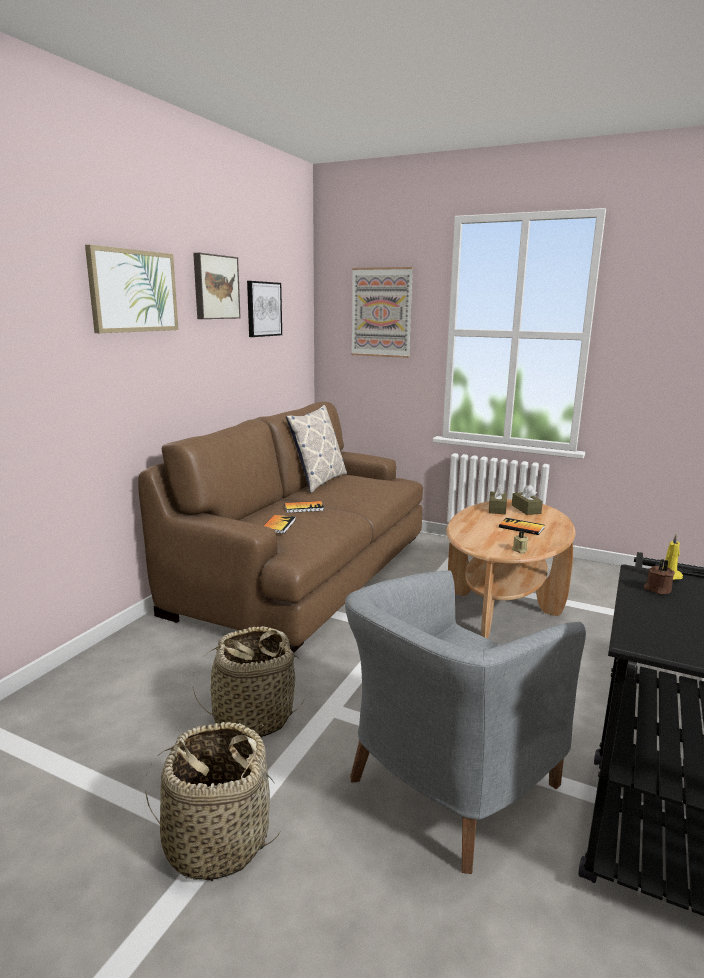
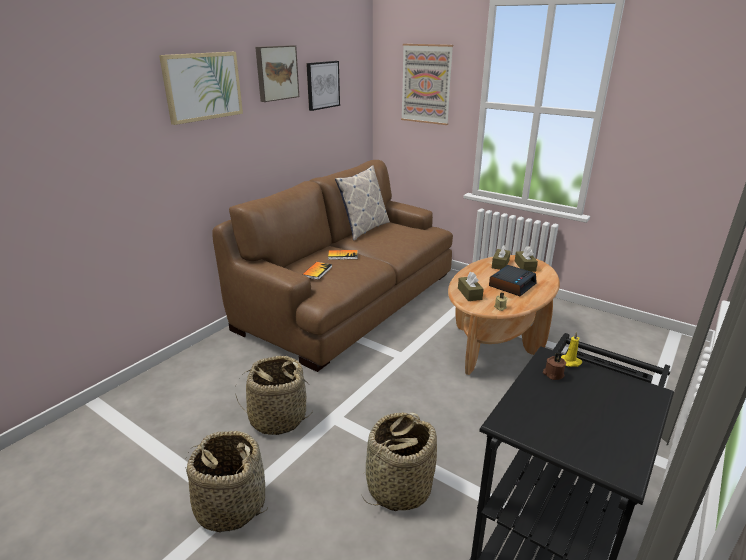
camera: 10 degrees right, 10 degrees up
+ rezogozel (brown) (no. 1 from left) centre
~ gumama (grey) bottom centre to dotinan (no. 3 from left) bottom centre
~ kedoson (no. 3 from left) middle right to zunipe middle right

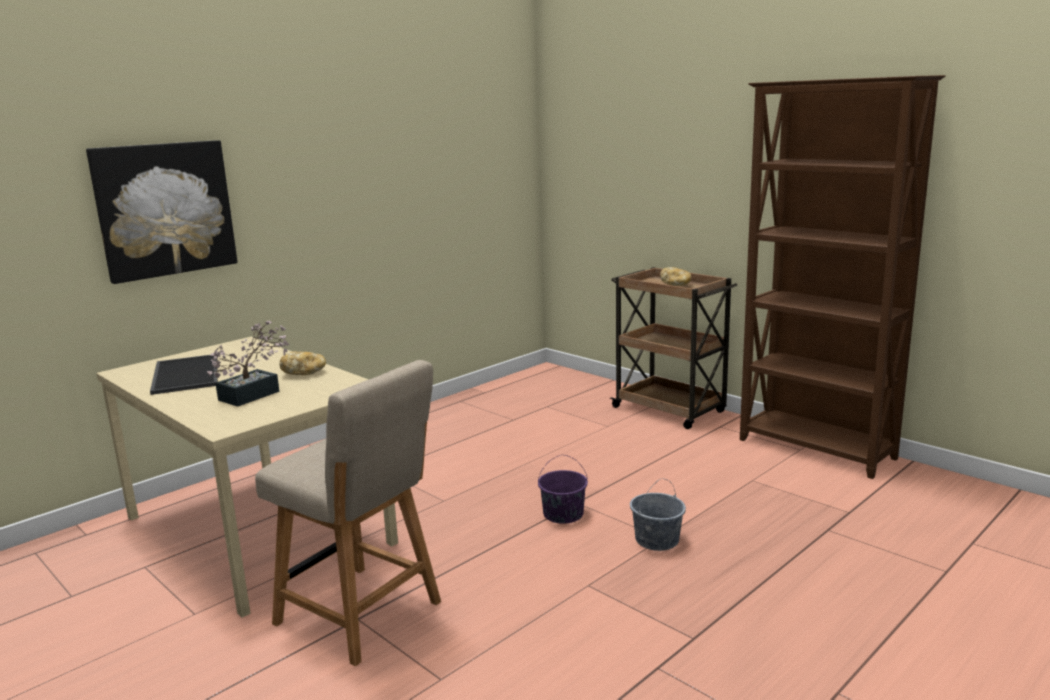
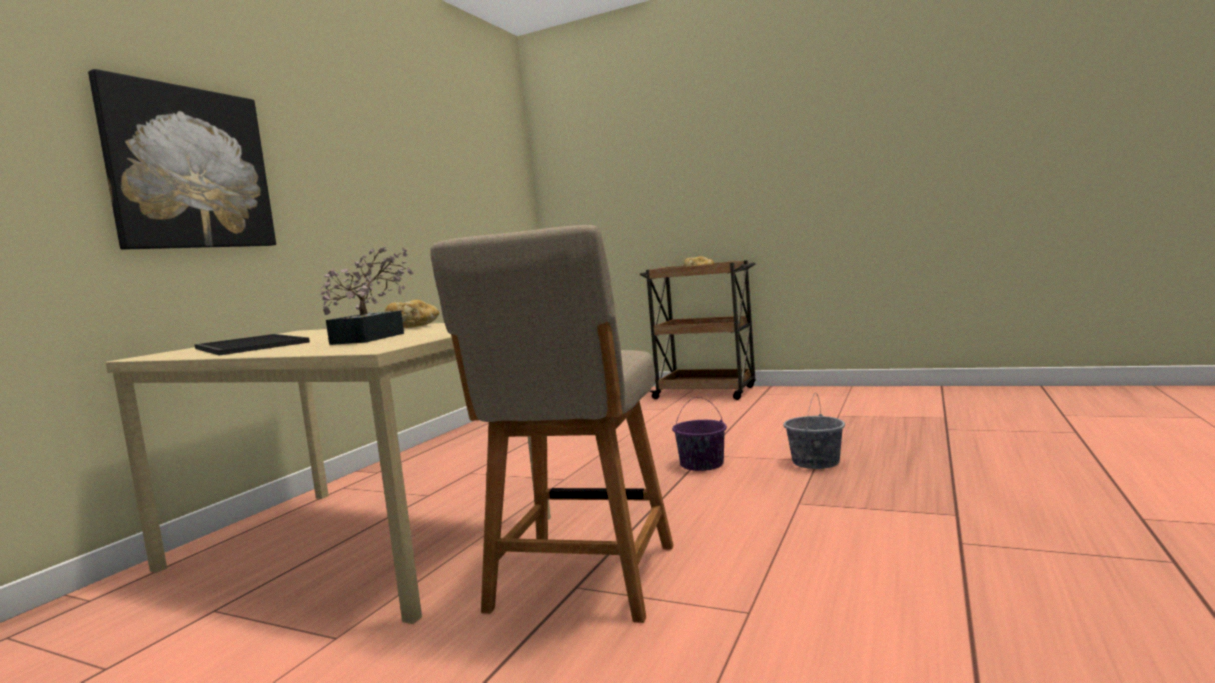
camera: 20 degrees left, 10 degrees down
- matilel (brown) middle right
~ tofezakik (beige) bottom left = centre 90 degrees clockwise

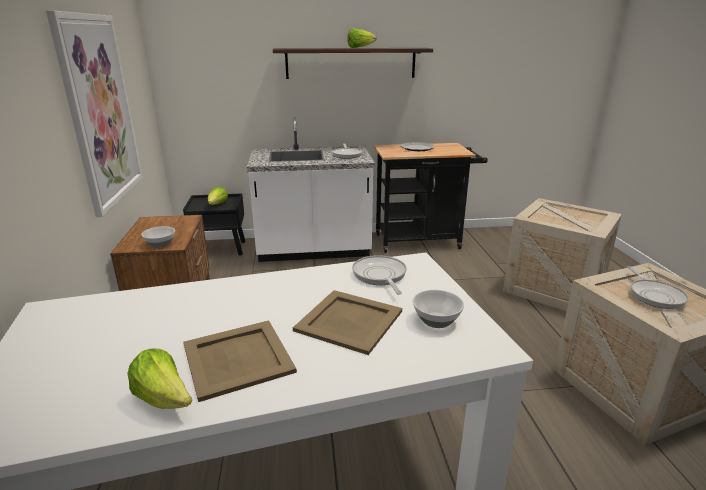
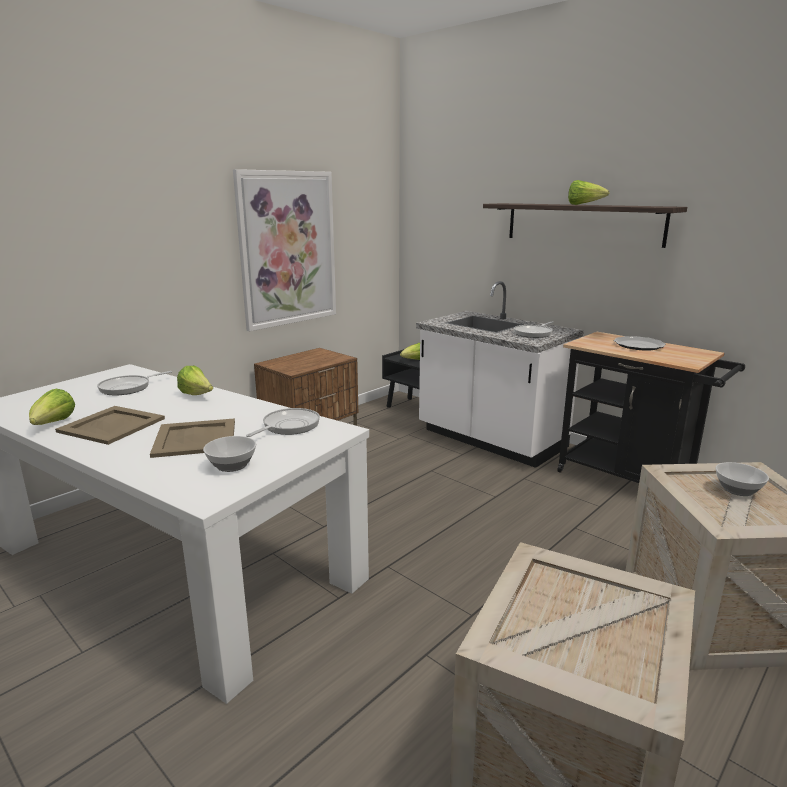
camera: 50 degrees right, 5 degrees down
+ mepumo (no. 2 from left) middle left
~ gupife (no. 1 from left in the first image) middle left to gupife (no. 2 from left) middle right
~ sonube (no. 3 from left in the first image) middle right to sonube (no. 1 from left) middle left

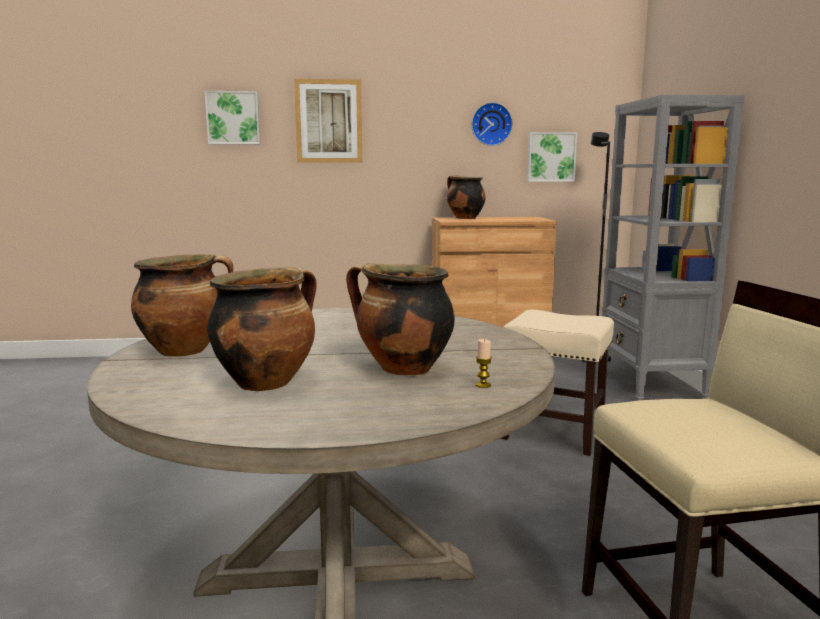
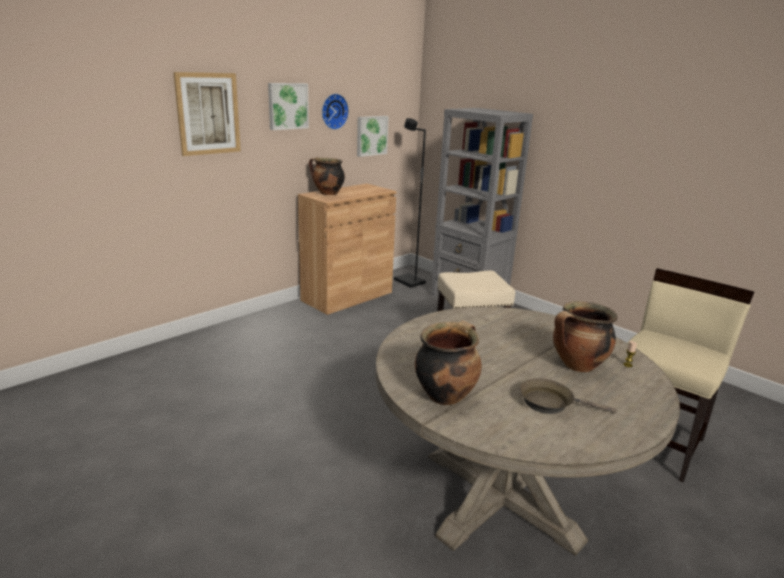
camera: 40 degrees left, 10 degrees up
~ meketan (no. 1 from left in the first image) top left to meketan (no. 2 from left) top centre
~ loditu (no. 2 from left) middle left to sonube (brown) bottom right

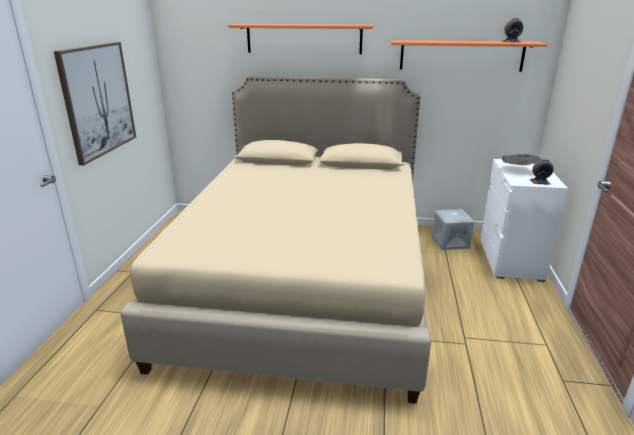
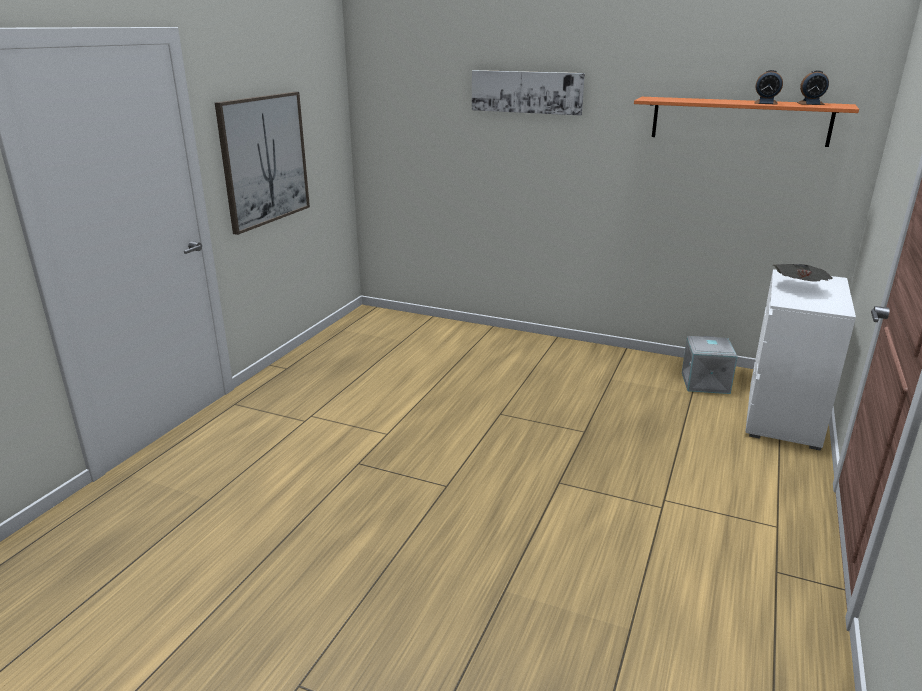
camera: 15 degrees right, 0 degrees up
- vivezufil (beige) centre
~ zunipe (no. 2 from left in the first image) middle right to zunipe (no. 1 from left) top right
~ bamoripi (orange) (no. 1 from left) top centre to meketan (no. 2 from left) top centre

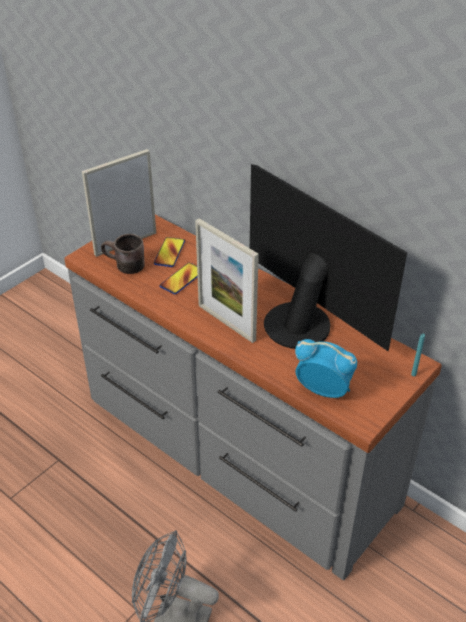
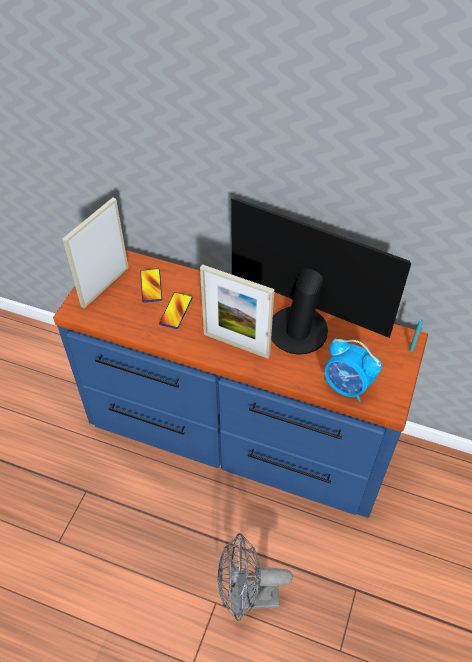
camera: 20 degrees left, 10 degrees up
- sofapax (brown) middle left
~ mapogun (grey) centre to mapogun (blue) centre
~ zunipe middle right = middle right 150 degrees counterclockwise

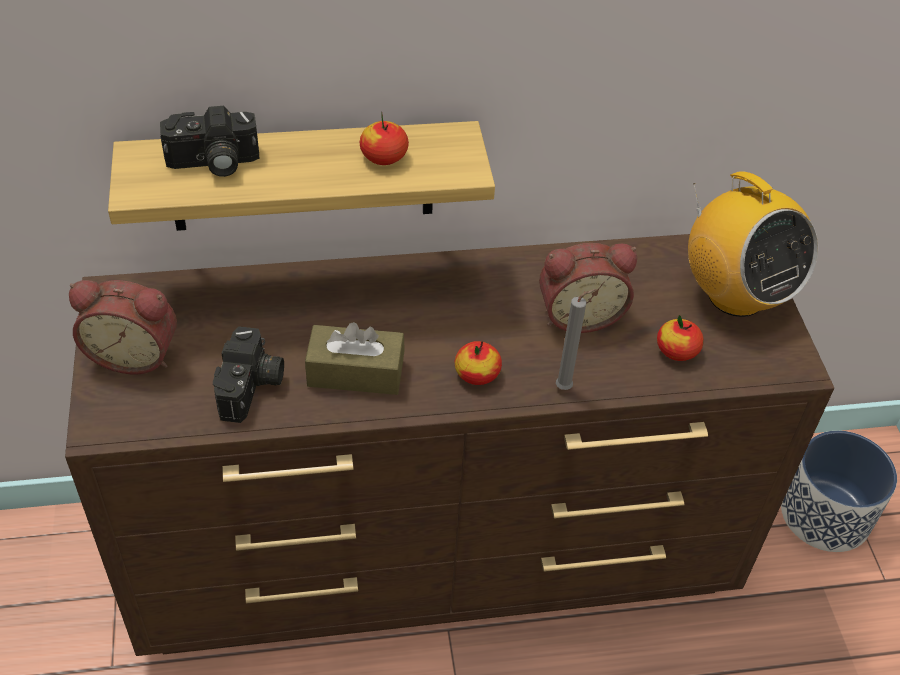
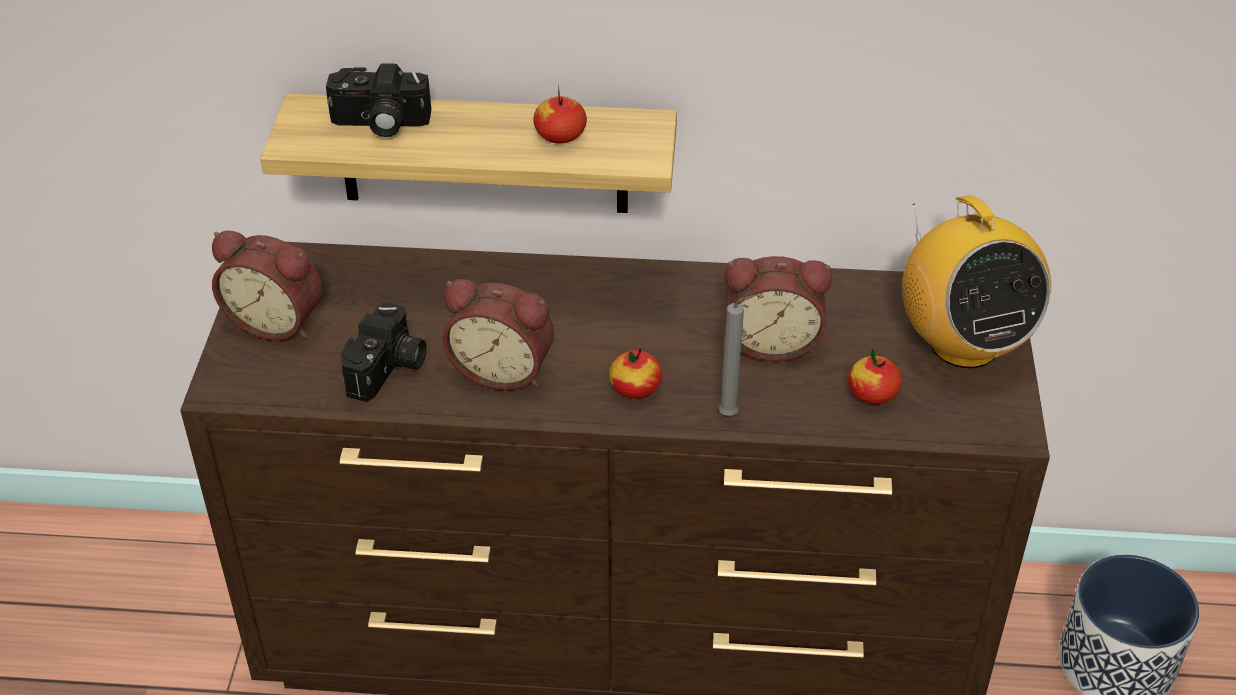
camera: 15 degrees right, 5 degrees down
~ rezogozel (brown) centre to zunipe (no. 2 from left) centre

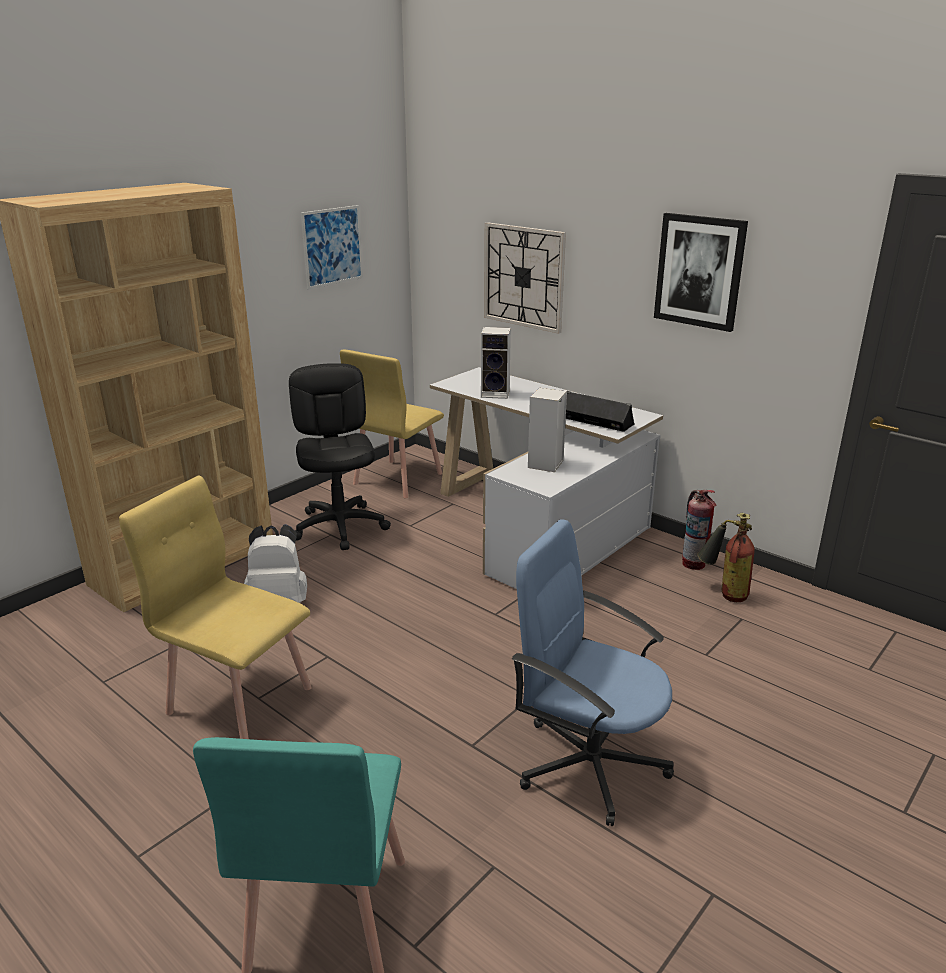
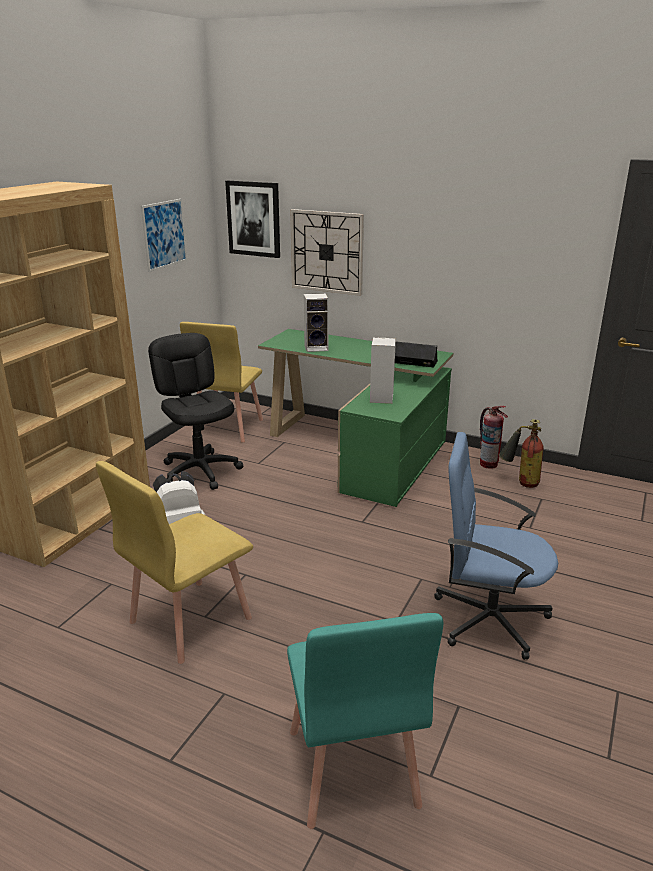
camera: 15 degrees left, 0 degrees up
~ meketan (no. 2 from left) top right to top centre
~ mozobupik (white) centre to mozobupik (green) centre
~ tofezakik (yellow) (no. 1 from left) middle left = middle left 60 degrees counterclockwise

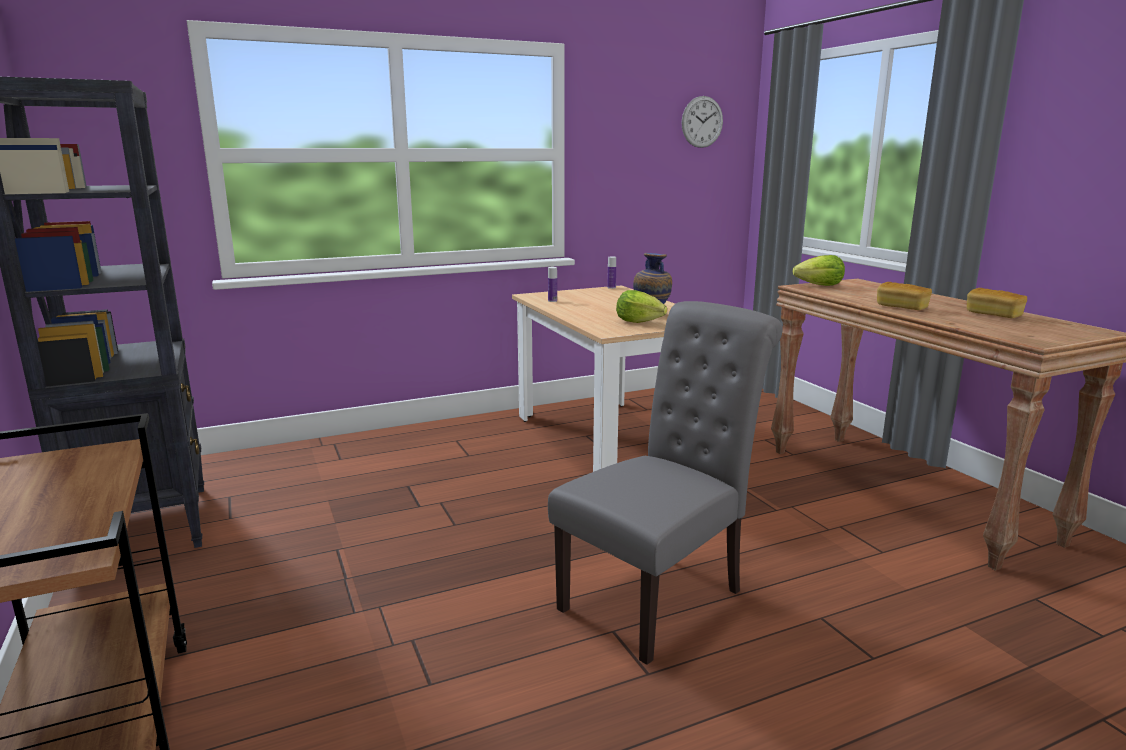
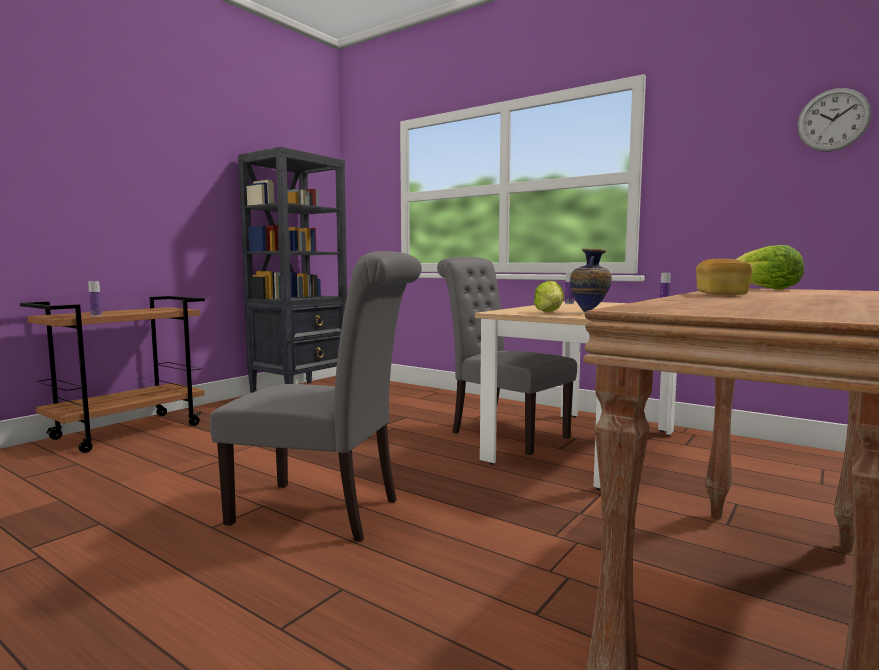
camera: 60 degrees right, 10 degrees down
- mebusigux (no. 2 from left) middle right
+ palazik (no. 1 from left) middle left
+ tofezakik (grey) (no. 2 from left) centre

